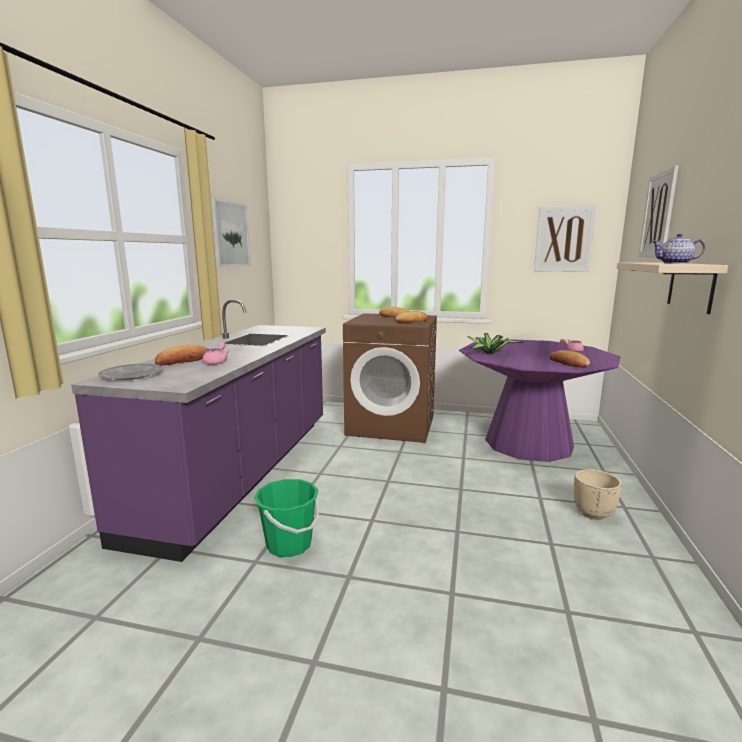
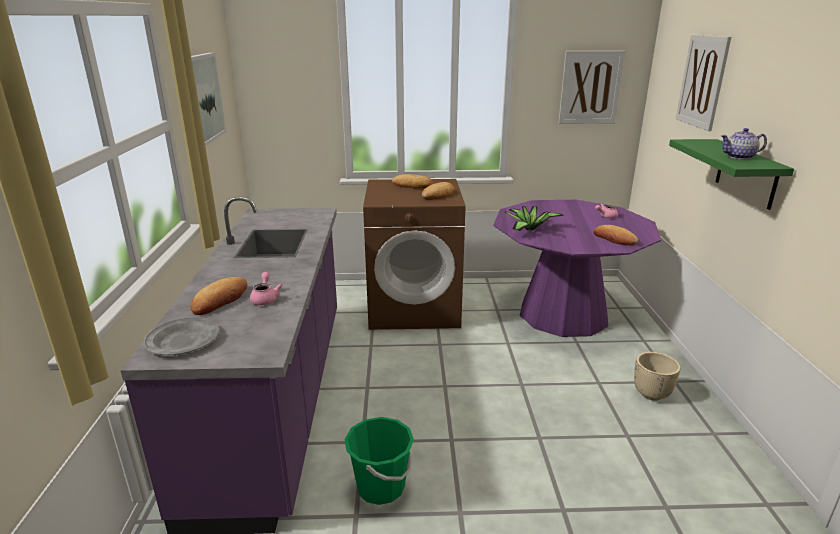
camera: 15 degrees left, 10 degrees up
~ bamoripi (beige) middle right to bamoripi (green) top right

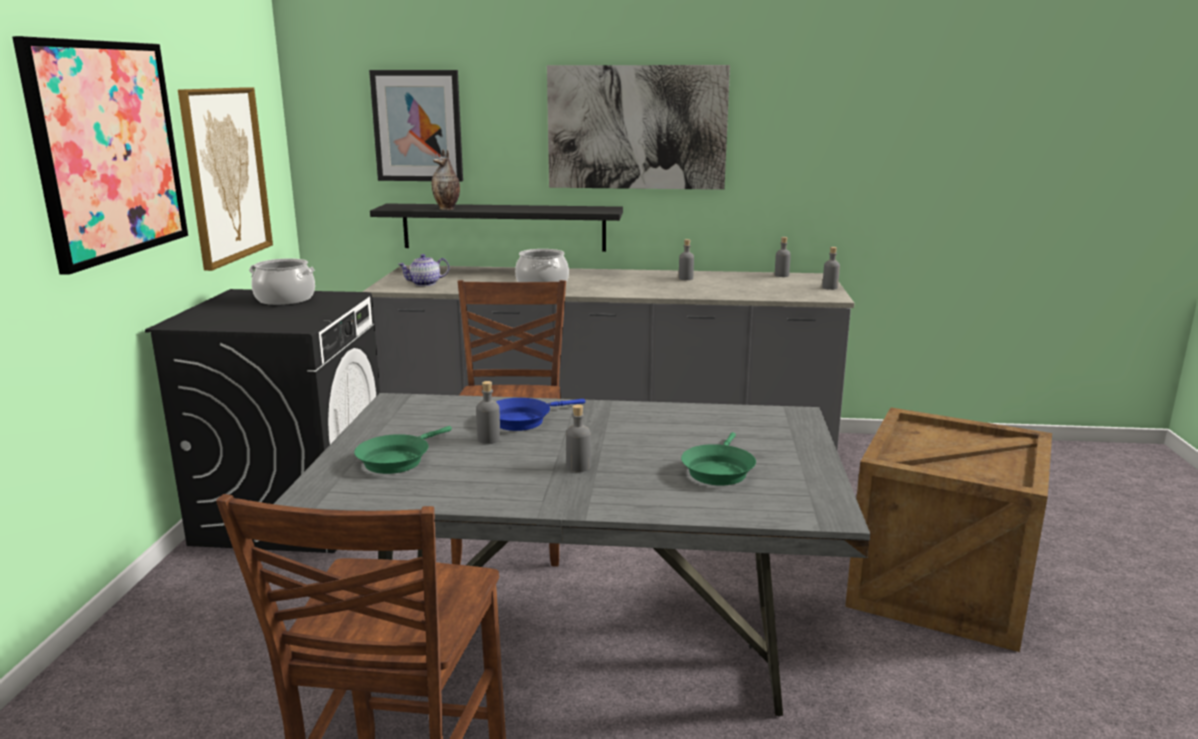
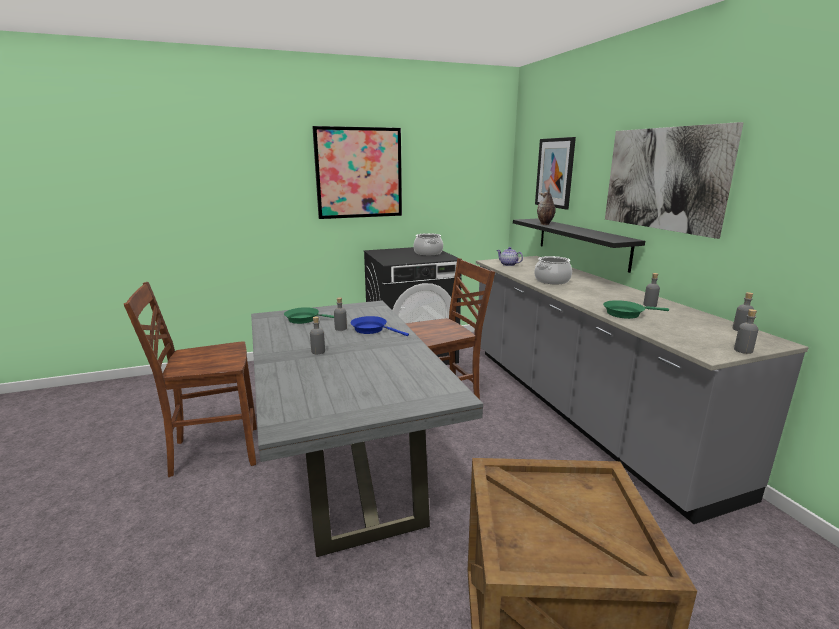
camera: 65 degrees right, 0 degrees up
- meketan (no. 2 from left) top left
~ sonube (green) (no. 2 from left) centre to middle right

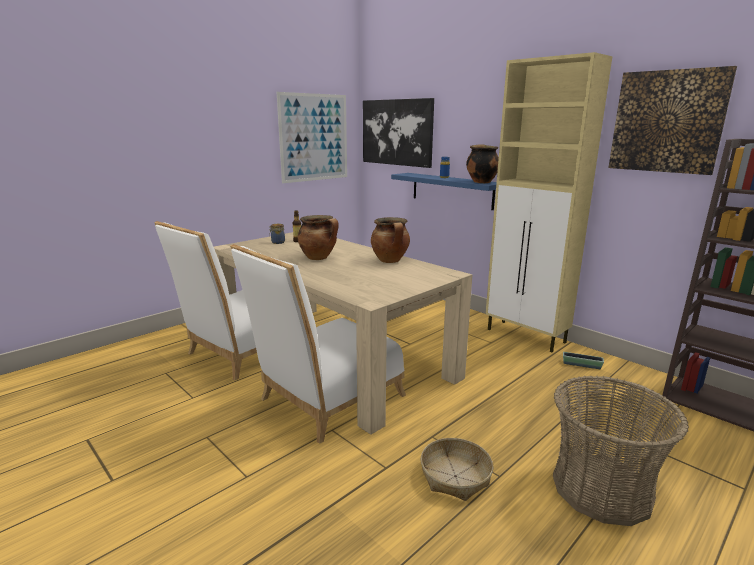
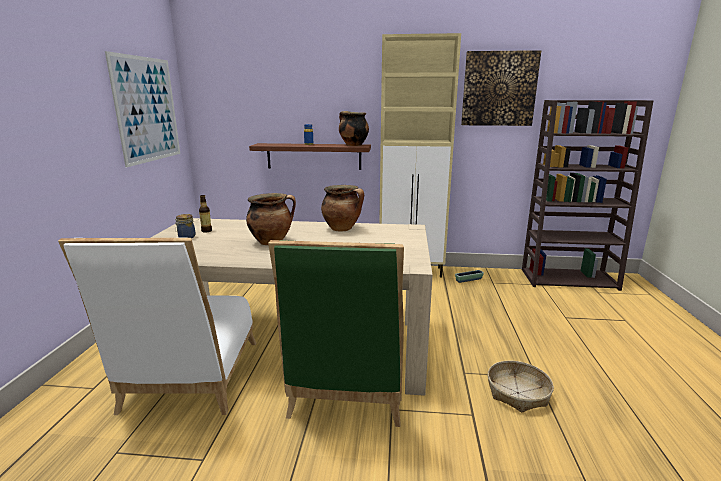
camera: 40 degrees left, 0 degrees up
- meketan (no. 2 from left) top centre
- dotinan (no. 2 from left) bottom right
~ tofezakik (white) (no. 2 from left) centre to tofezakik (green) bottom centre
~ bamoripi (blue) centre to bamoripi (brown) top centre

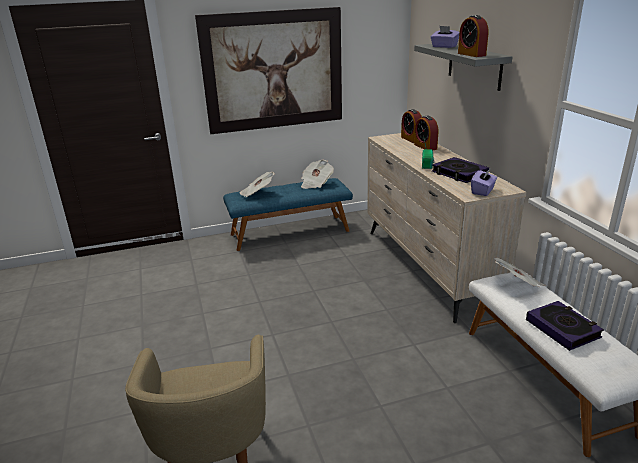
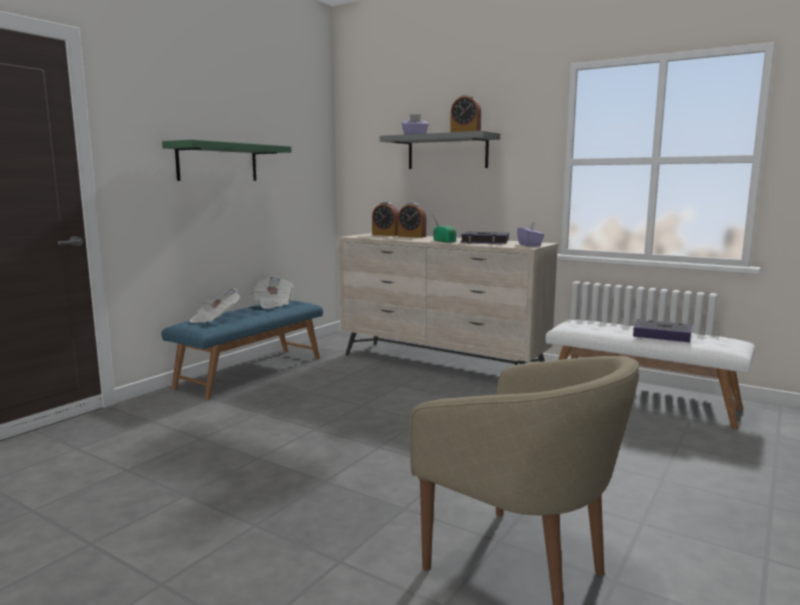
camera: 40 degrees left, 15 degrees down
- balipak (no. 3 from left) middle right
~ meketan top centre to bamoripi (green) top left

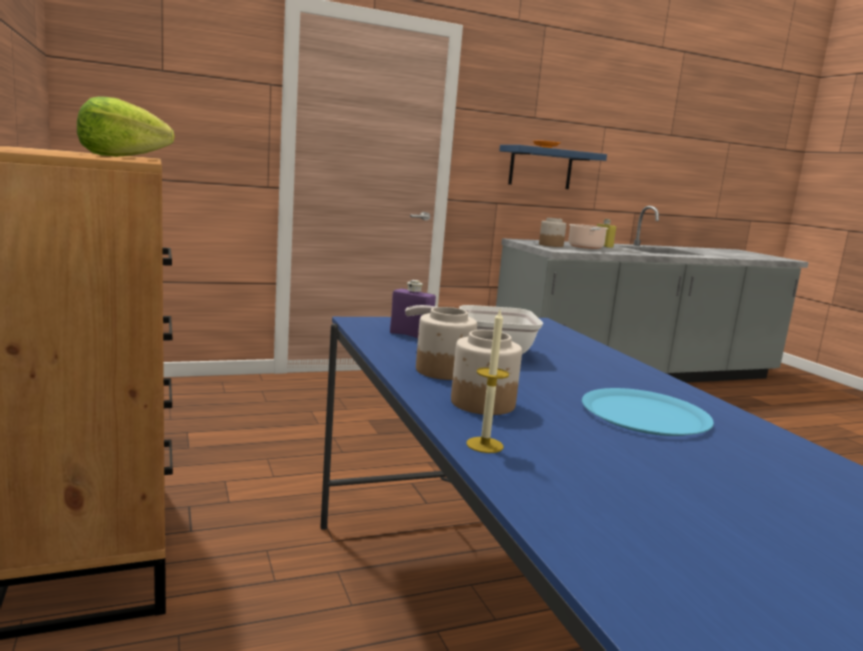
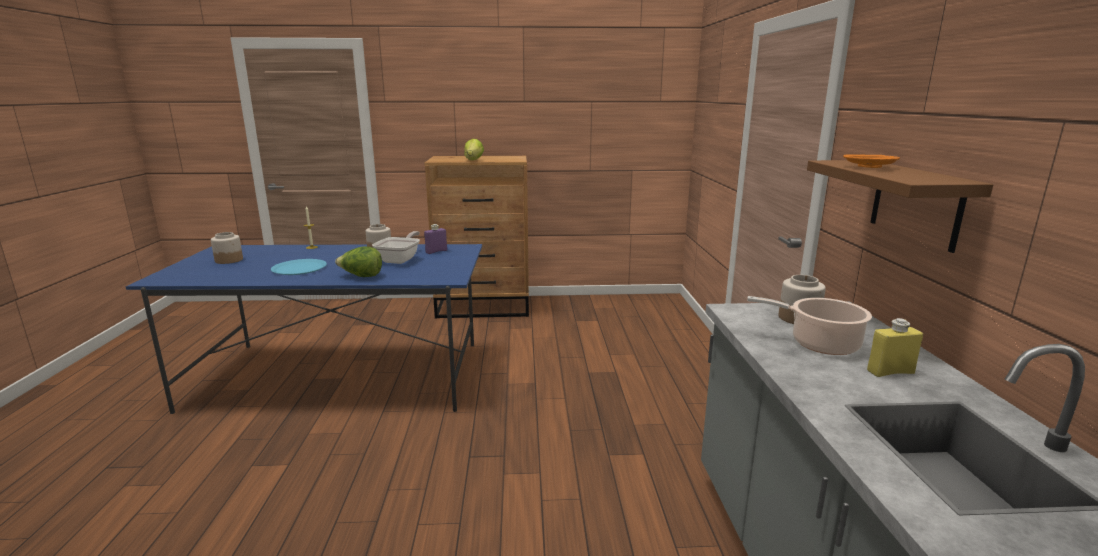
camera: 110 degrees right, 5 degrees up
+ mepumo (no. 1 from left) middle left
~ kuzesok (no. 2 from left in the first image) centre to kuzesok (no. 1 from left) middle left
~ bamoripi (blue) top centre to bamoripi (brown) middle right

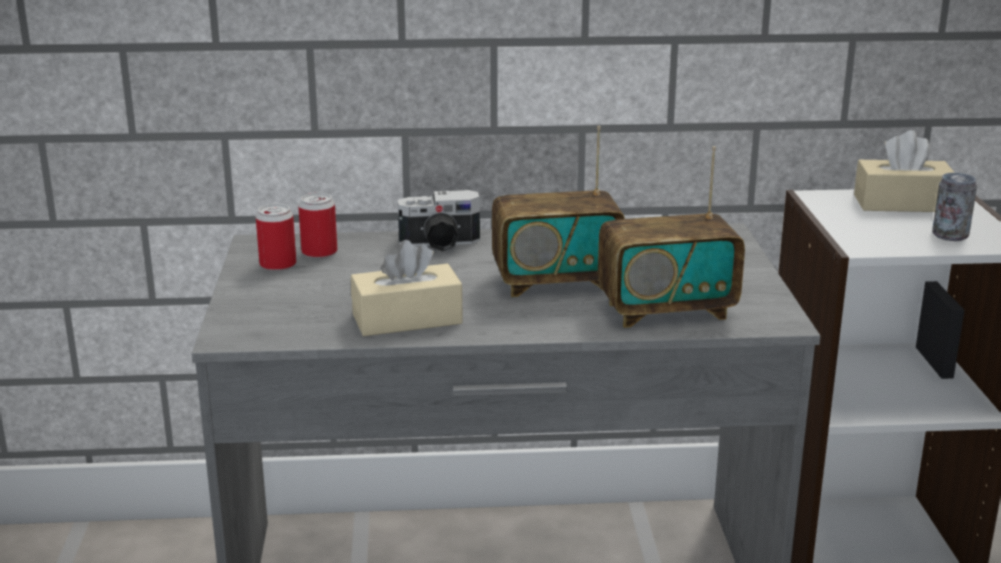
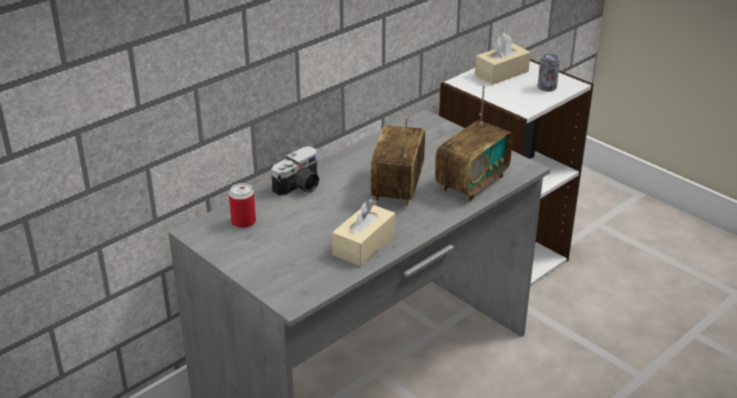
camera: 40 degrees left, 10 degrees up
- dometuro (no. 1 from left) middle left
~ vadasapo (no. 1 from left) centre = centre 150 degrees clockwise

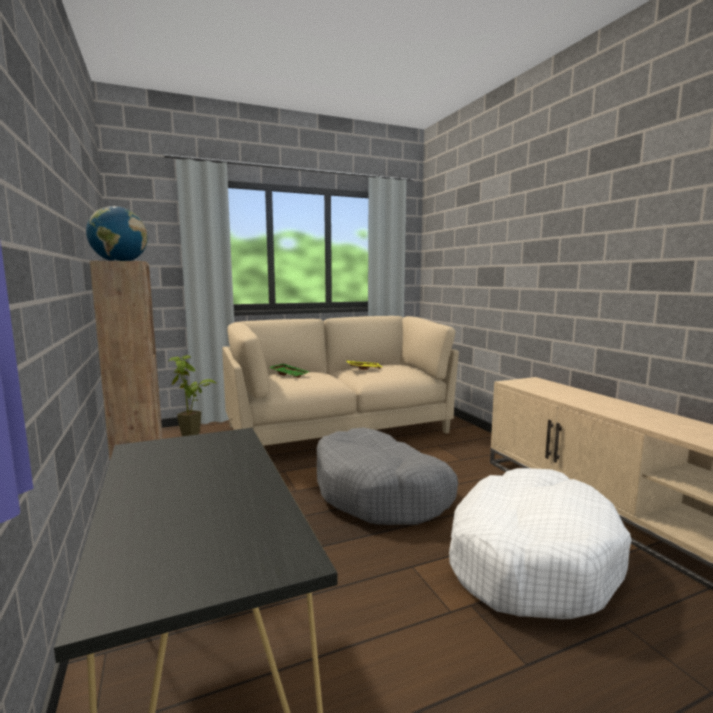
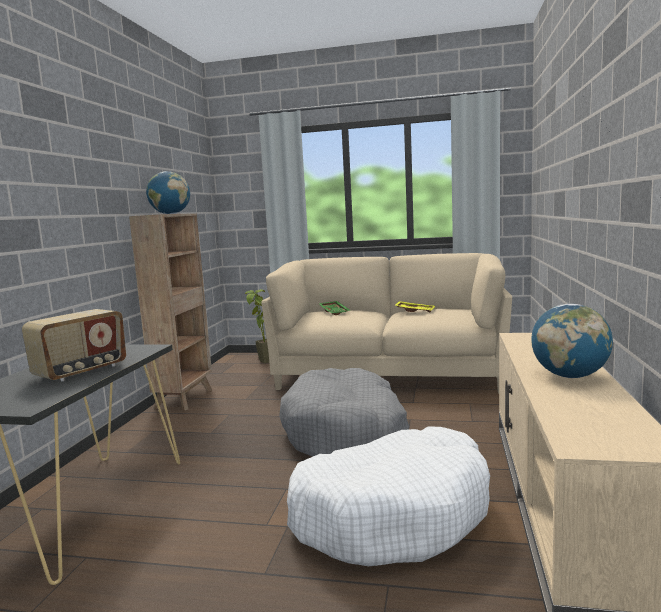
camera: 35 degrees right, 0 degrees up
+ vadasapo middle left
+ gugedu (no. 2 from left) middle right

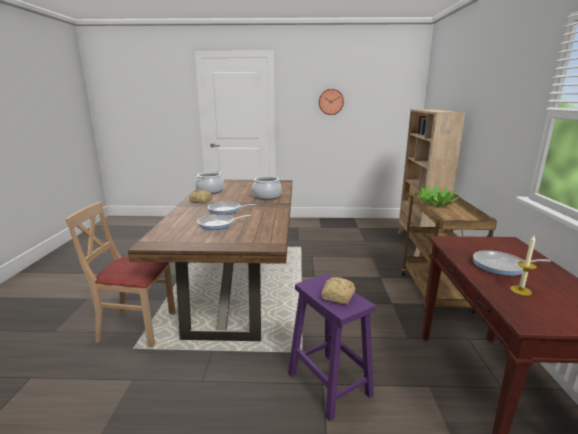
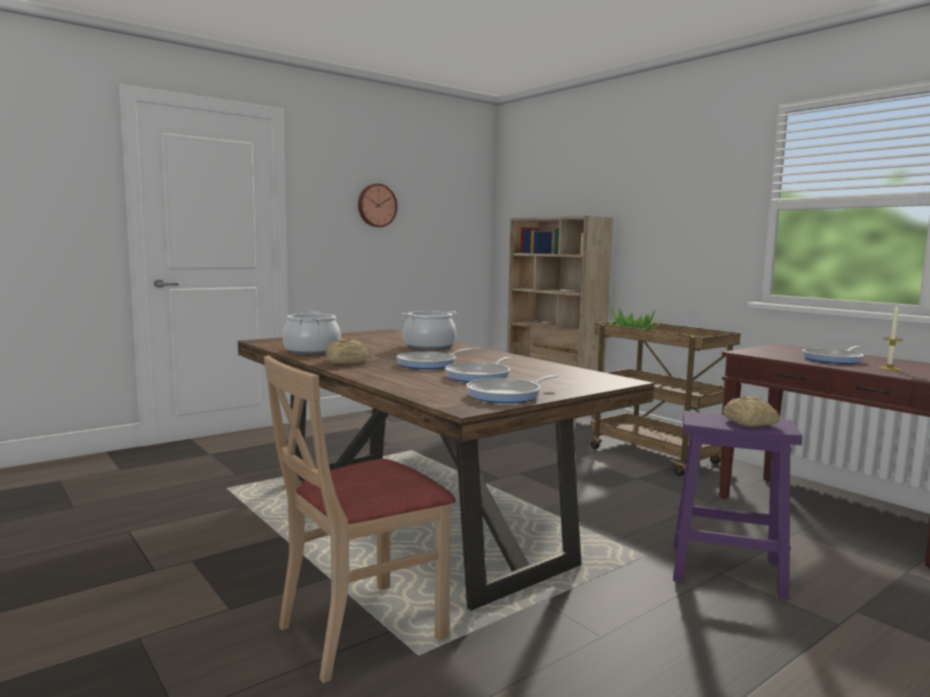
camera: 40 degrees left, 10 degrees down
+ sonube (no. 3 from left) centre

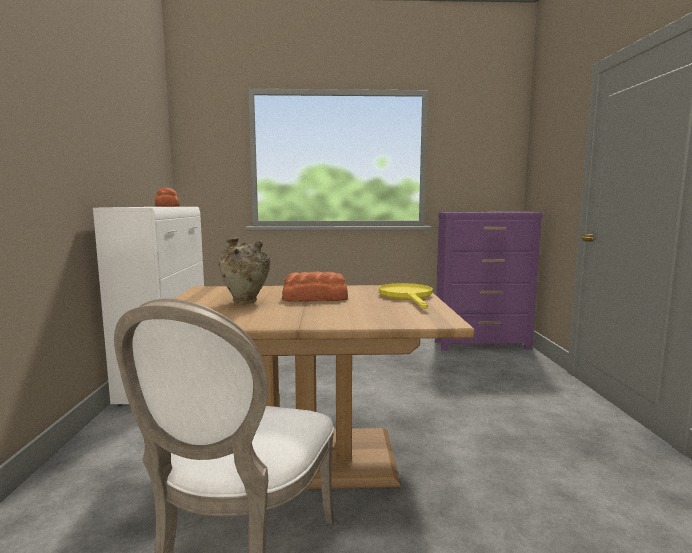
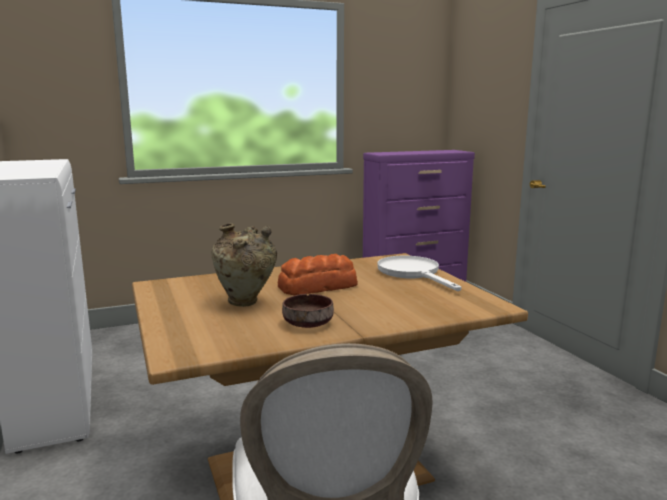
camera: 20 degrees left, 5 degrees up
- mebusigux (no. 1 from left) middle left
+ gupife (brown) centre
~ sonube (yellow) centre to sonube (white) centre

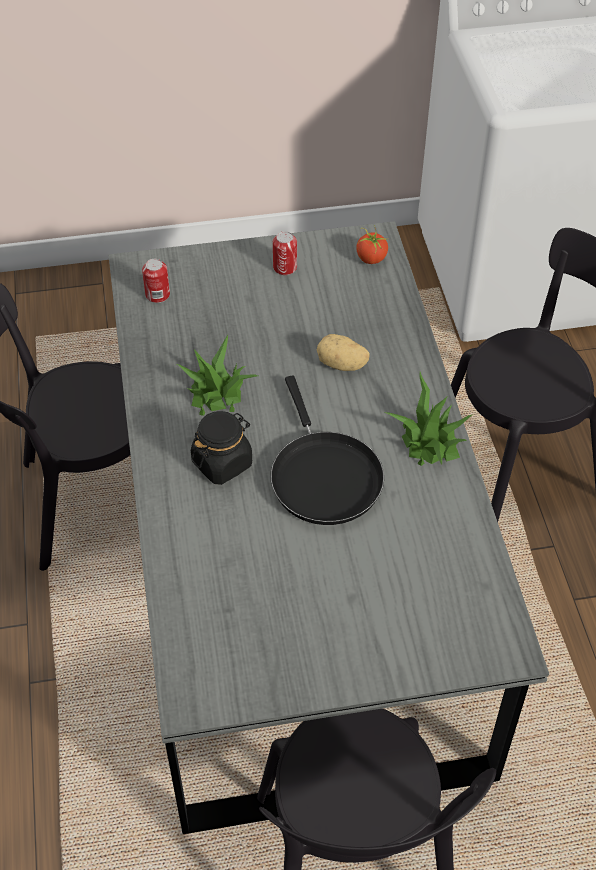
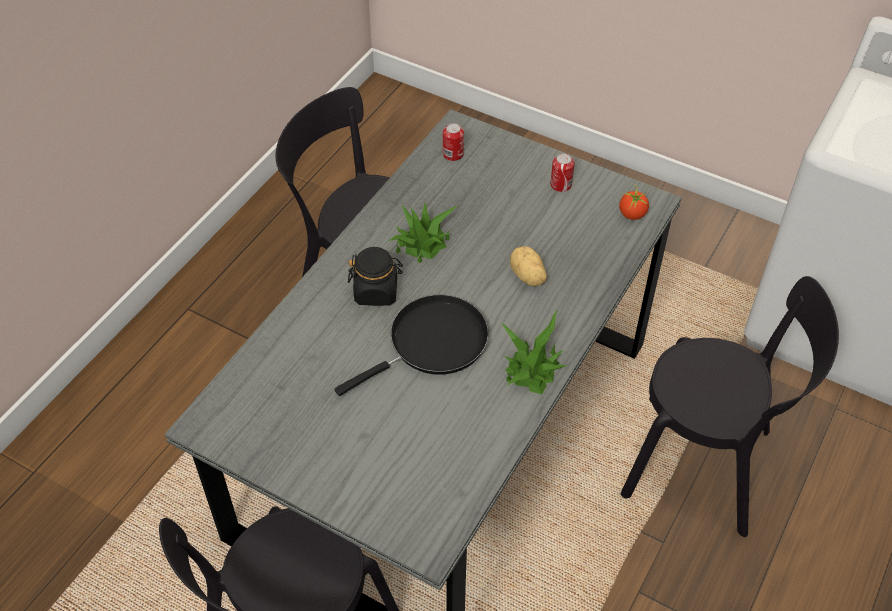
camera: 40 degrees right, 0 degrees up
~ sonube (black) centre = centre 150 degrees counterclockwise

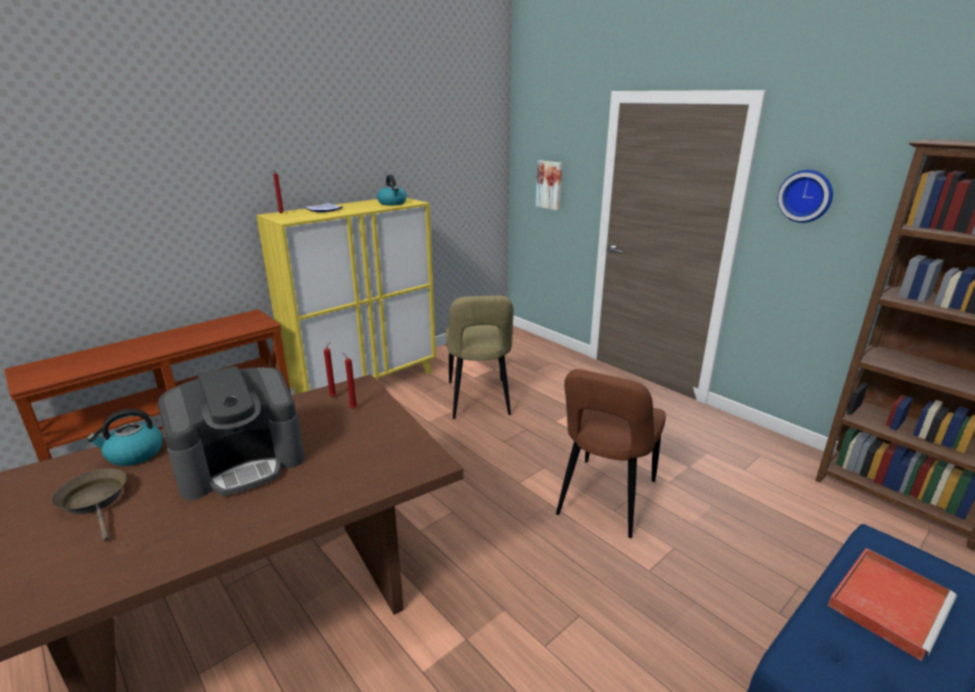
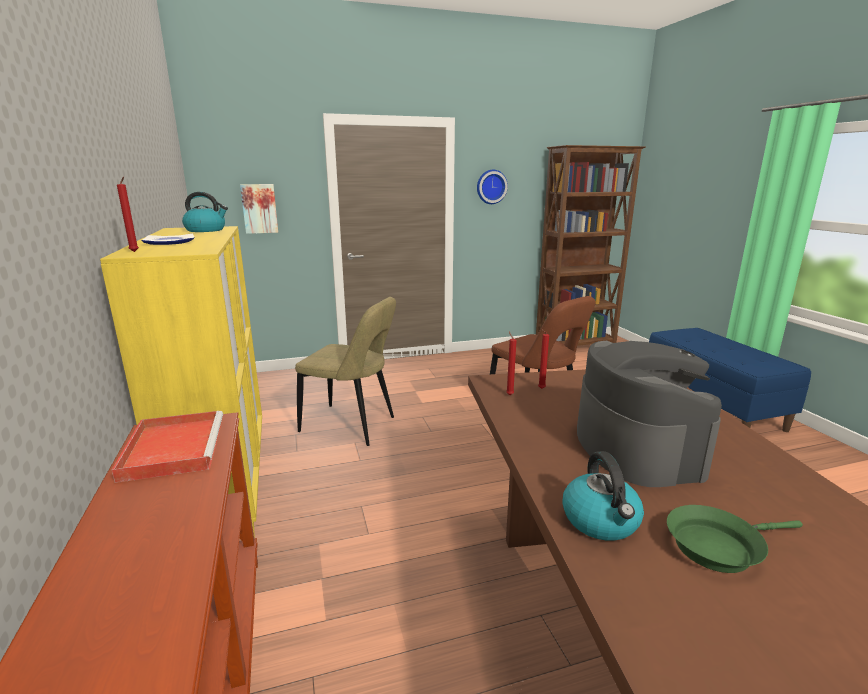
camera: 65 degrees left, 5 degrees down
~ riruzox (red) bottom right to middle left
~ sonube (brown) bottom left to sonube (green) bottom right

